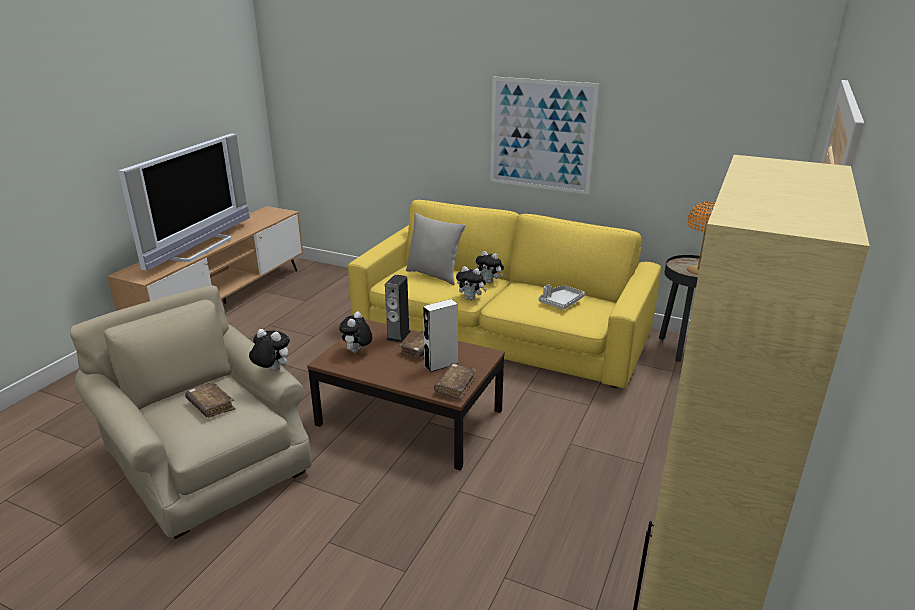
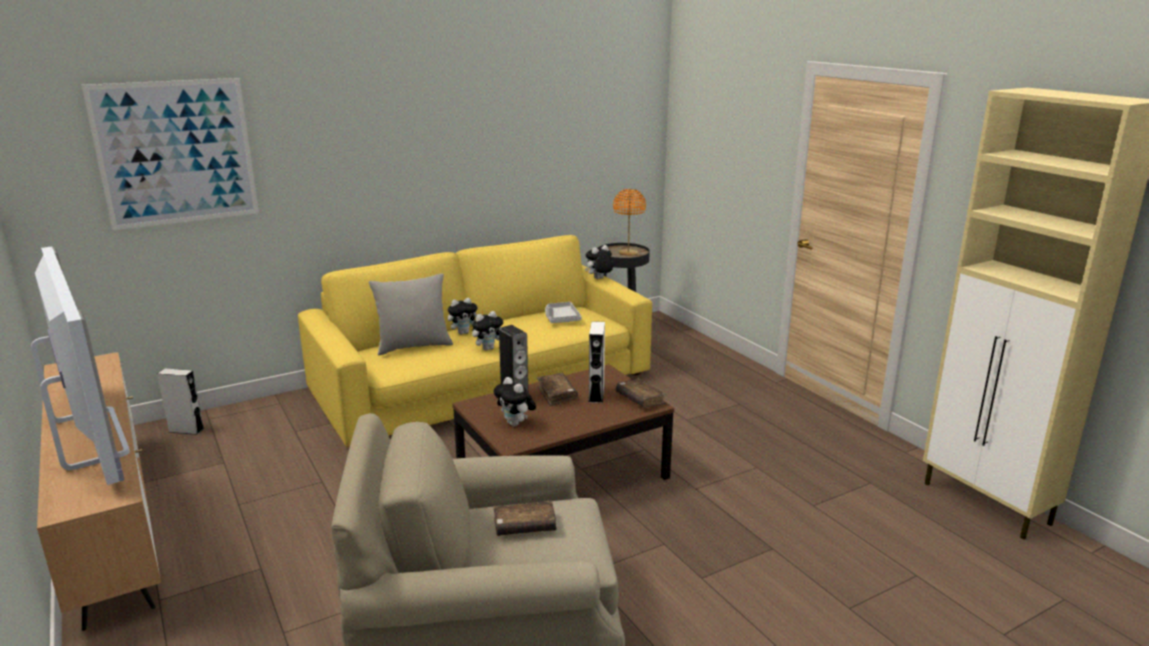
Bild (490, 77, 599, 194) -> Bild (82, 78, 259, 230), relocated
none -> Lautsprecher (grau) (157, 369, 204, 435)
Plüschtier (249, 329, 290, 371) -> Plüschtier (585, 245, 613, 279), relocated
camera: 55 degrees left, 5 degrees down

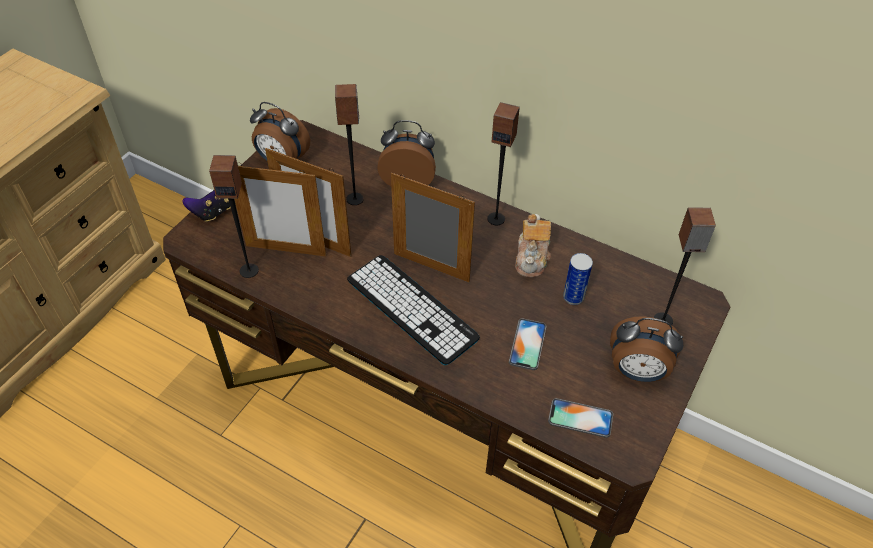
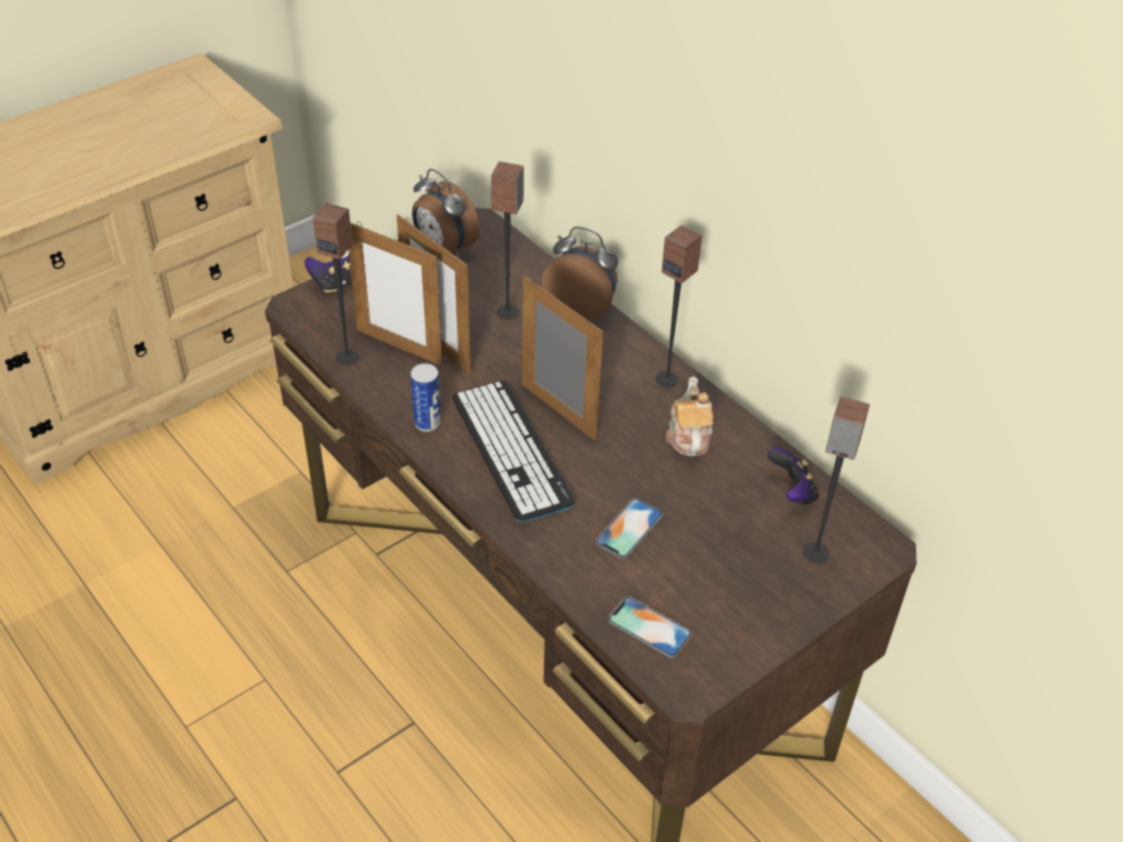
Dose (563, 253, 593, 305) -> Dose (411, 363, 441, 432), relocated
Teekanne (515, 214, 551, 278) -> Teekanne (666, 376, 713, 456), 150 degrees clockwise
none -> Gamepad (767, 447, 819, 505)
Wecker (610, 316, 683, 382) -> none
camera: 20 degrees right, 5 degrees down

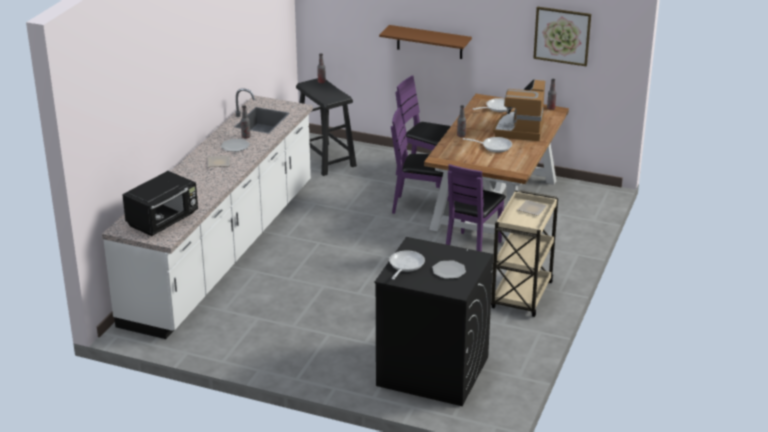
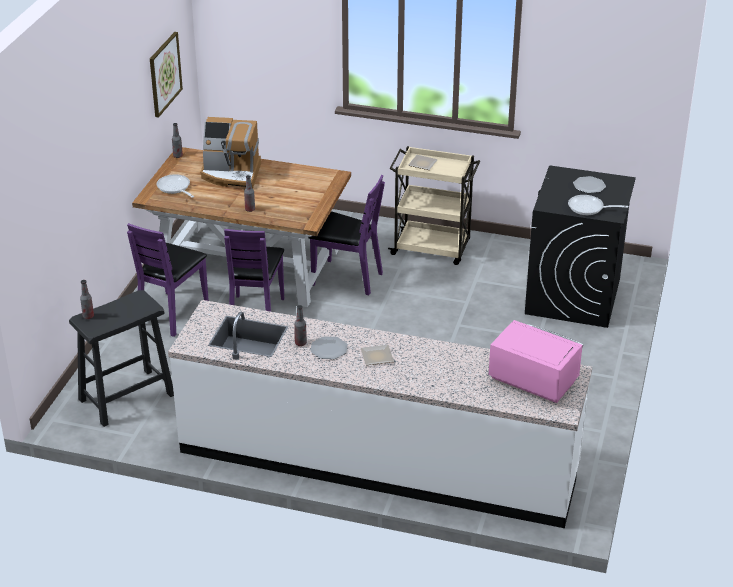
Mikrowelle (schwarz) (122, 171, 198, 236) -> Mikrowelle (rosa) (489, 320, 583, 403)
Wandregal (braun) (379, 25, 472, 59) -> none
Pfanne (463, 137, 512, 152) -> none
camera: 95 degrees left, 5 degrees up

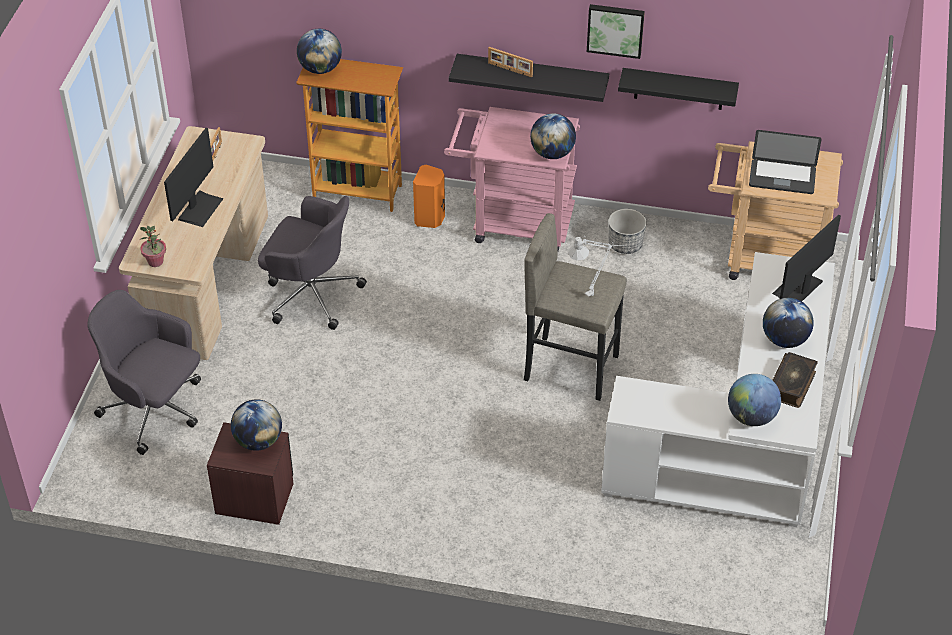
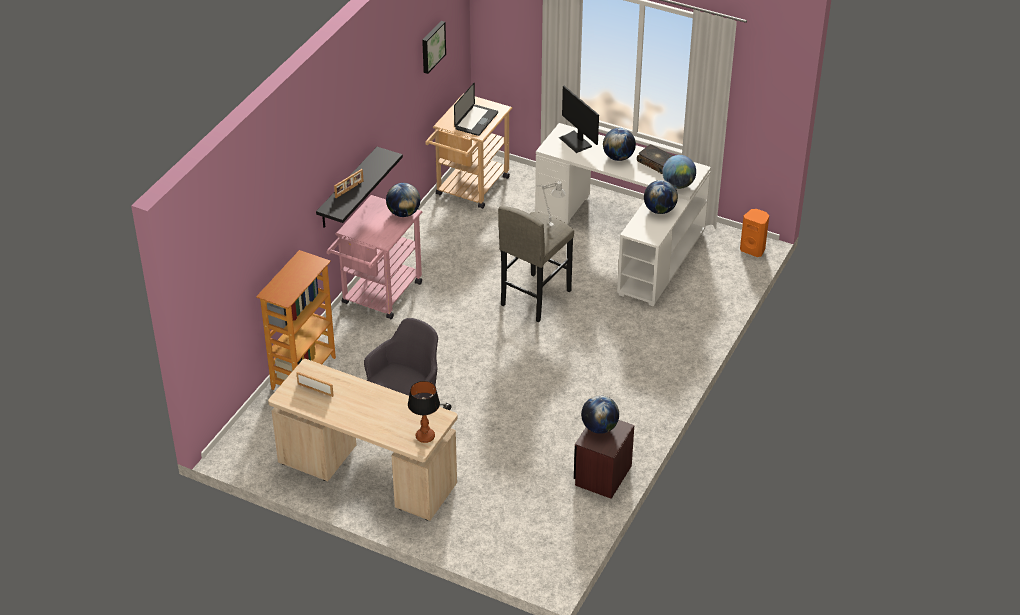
Topfpflanze (139, 226, 166, 267) -> Tischlampe (408, 381, 440, 443)
Bild (587, 4, 645, 59) -> Bild (422, 21, 446, 74), relocated
Globus (297, 29, 342, 74) -> Globus (644, 180, 678, 214), relocated
Lautsprecher (orange) (413, 165, 445, 228) -> Lautsprecher (orange) (740, 209, 769, 257), relocated
Bürostuhl (grau) (87, 290, 201, 455) -> none
Monitor (164, 128, 224, 227) -> none
Pflanzkübel (608, 209, 647, 254) -> none
Wandregal (schwarz) (618, 68, 739, 110) -> none
camera: 75 degrees left, 5 degrees down

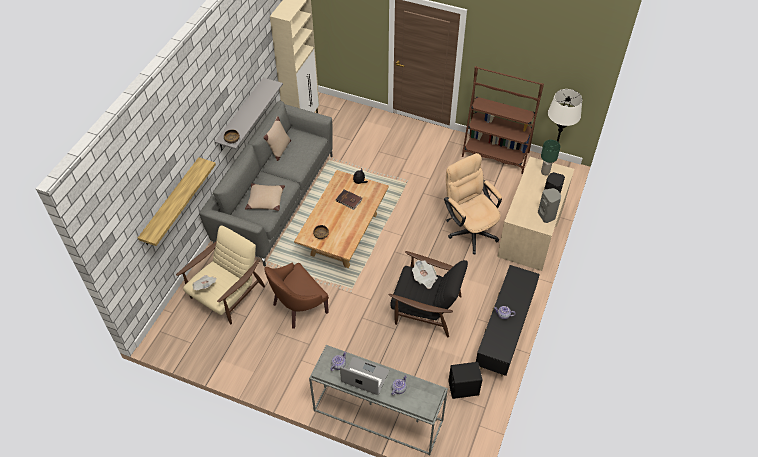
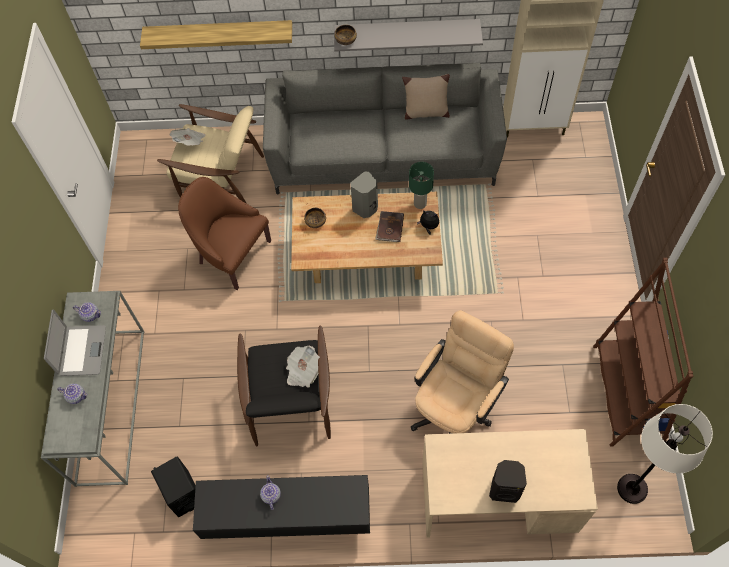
Lautsprecher (grau) (538, 188, 561, 223) -> Lautsprecher (grau) (350, 171, 378, 218), relocated
Tischlampe (grün) (541, 140, 560, 175) -> Tischlampe (grün) (409, 162, 434, 209), relocated
Kissen (beige) (245, 183, 285, 211) -> none
camera: 70 degrees right, 10 degrees up

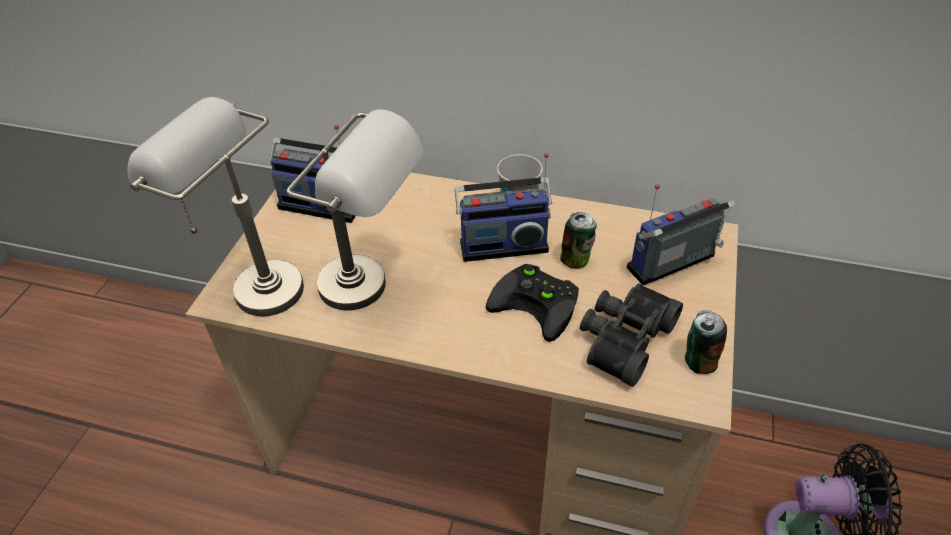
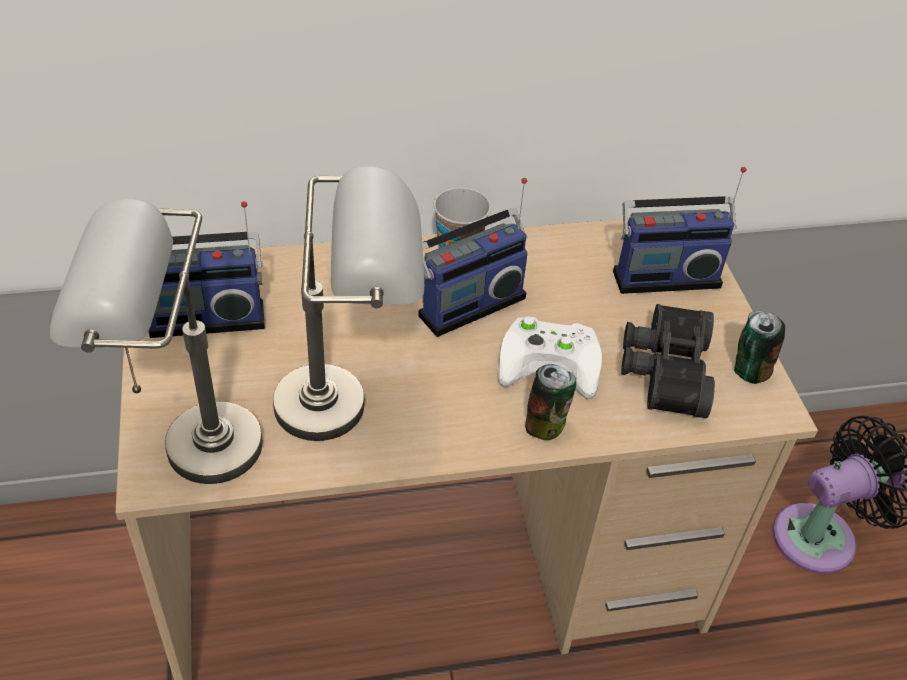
Gamepad (schwarz) (486, 264, 579, 342) -> Gamepad (weiß) (497, 316, 602, 399)
Dose (560, 212, 597, 269) -> Dose (525, 364, 576, 440), relocated
Radio (627, 184, 735, 285) -> Radio (613, 167, 747, 294), 135 degrees counterclockwise
camera: 30 degrees left, 0 degrees up

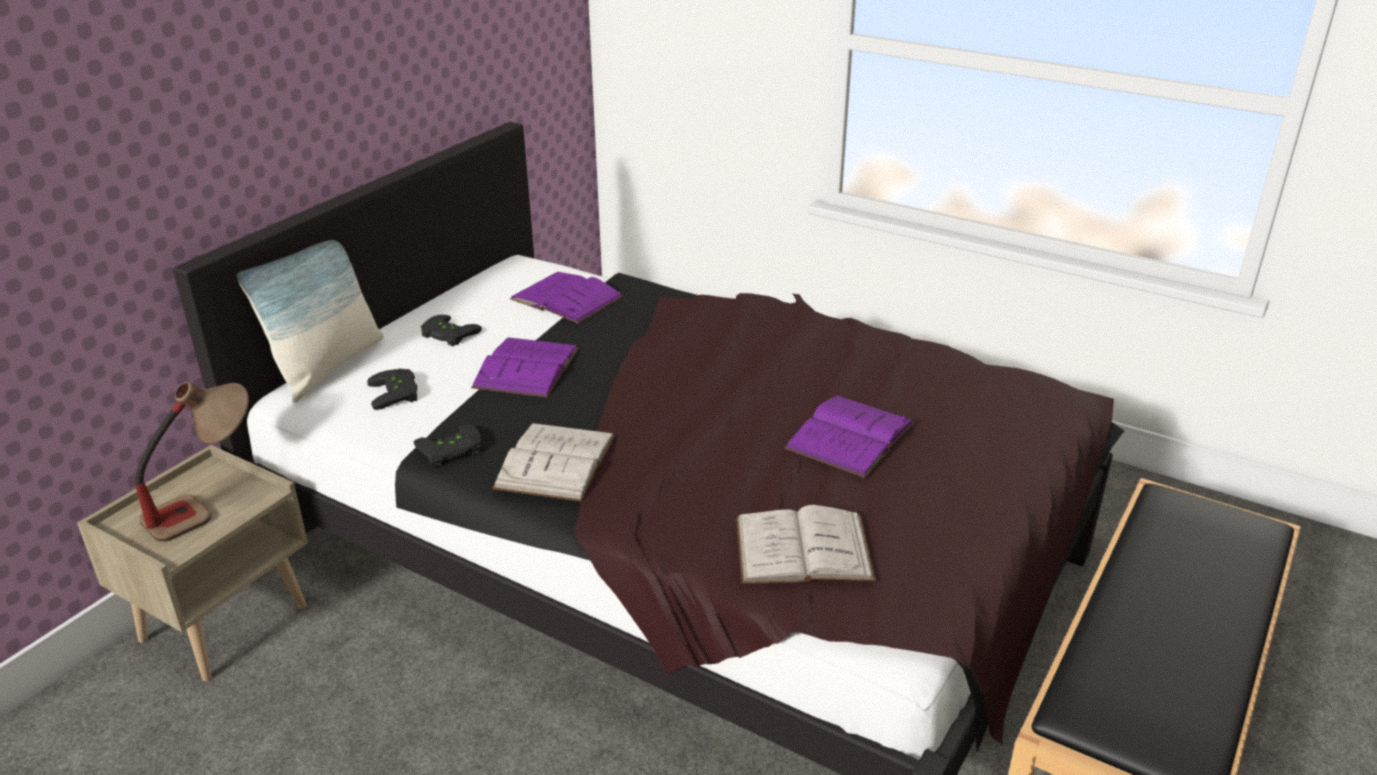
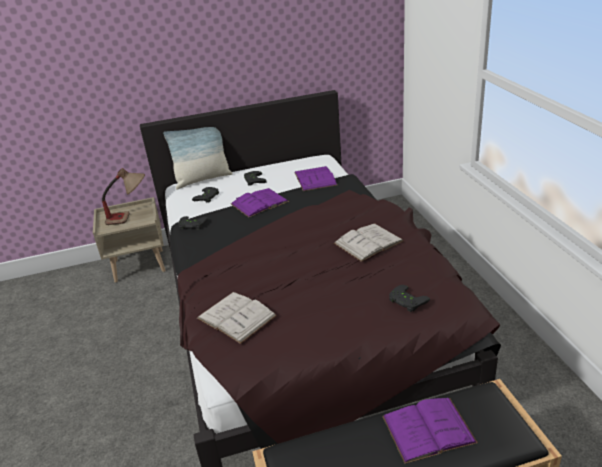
Buch (weiß) (492, 423, 615, 502) -> Buch (weiß) (334, 224, 404, 262), relocated
Buch (lila) (785, 396, 915, 478) -> Buch (lila) (382, 398, 478, 464), relocated
none -> Gamepad (schwarz) (389, 285, 430, 312)
camera: 45 degrees right, 0 degrees up

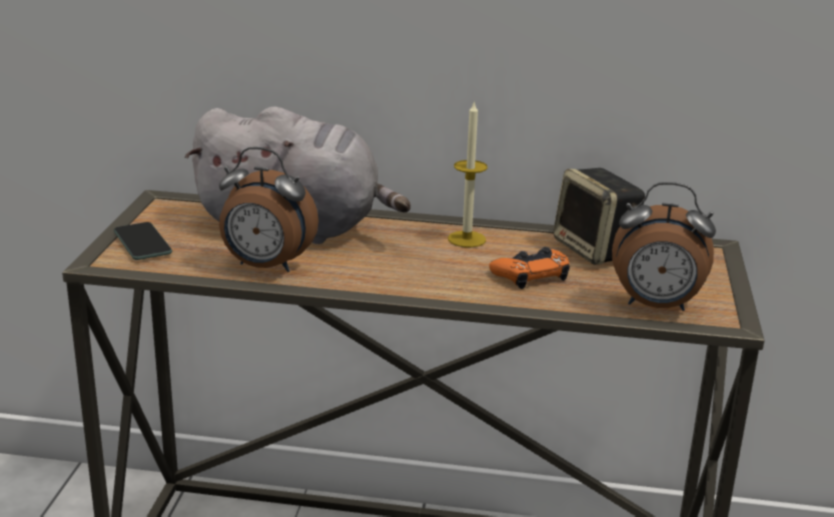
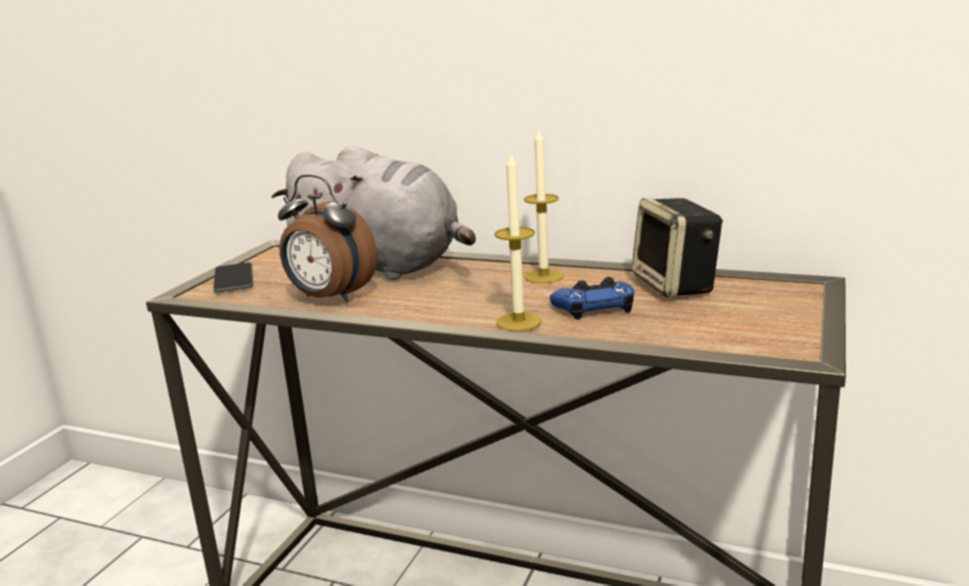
none -> Kerze (495, 152, 542, 331)
Gamepad (orange) (489, 247, 570, 289) -> Gamepad (blau) (550, 277, 634, 320)
Wecker (612, 182, 716, 311) -> none
camera: 15 degrees right, 5 degrees down

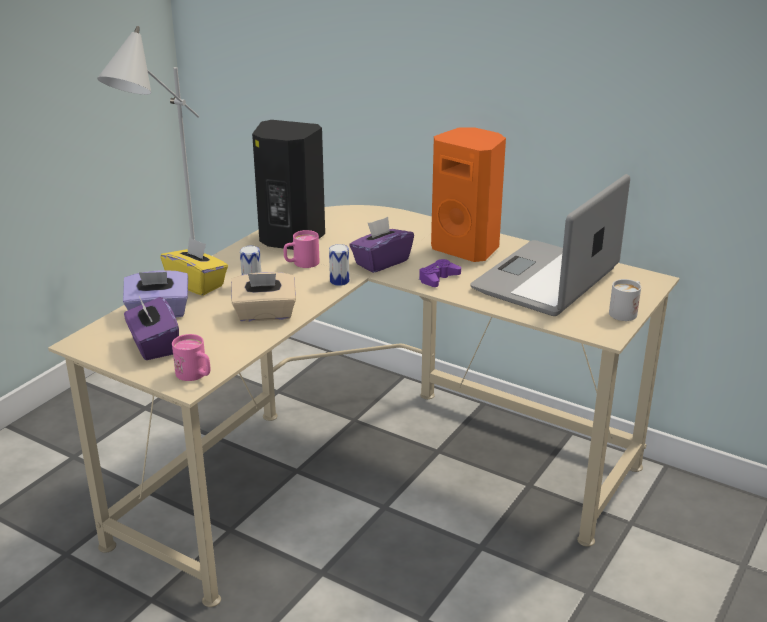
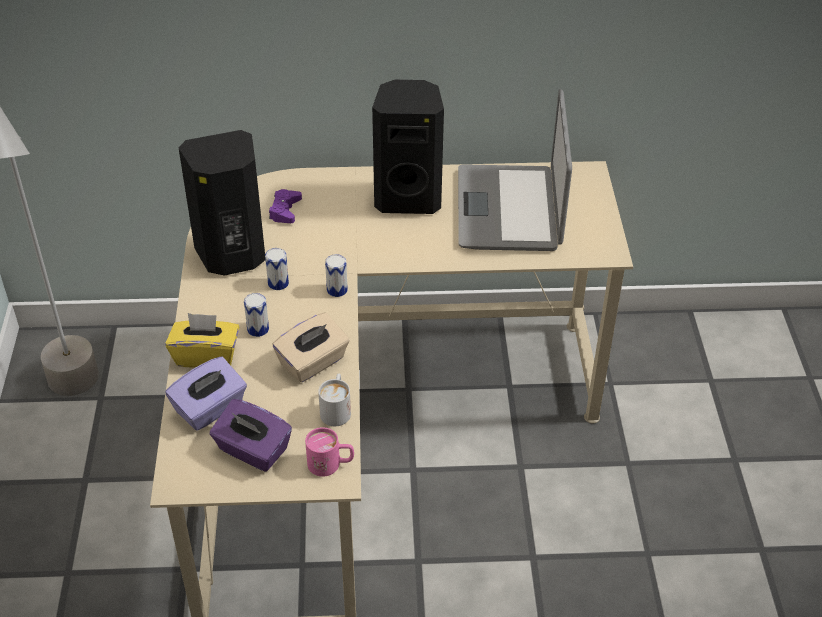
Henkelbecher (rosa) (284, 230, 319, 268) -> Dose (265, 248, 289, 290)
Gamepad (lila) (419, 259, 461, 287) -> Gamepad (lila) (269, 189, 302, 223), relocated
Henkelbecher (weiß) (609, 279, 641, 321) -> Henkelbecher (weiß) (318, 374, 351, 426), relocated
Lautsprecher (orange) (431, 127, 506, 262) -> Lautsprecher (schwarz) (372, 80, 444, 214)
Taschentuchbox (lila) (349, 217, 414, 273) -> none
camera: 35 degrees left, 15 degrees up

